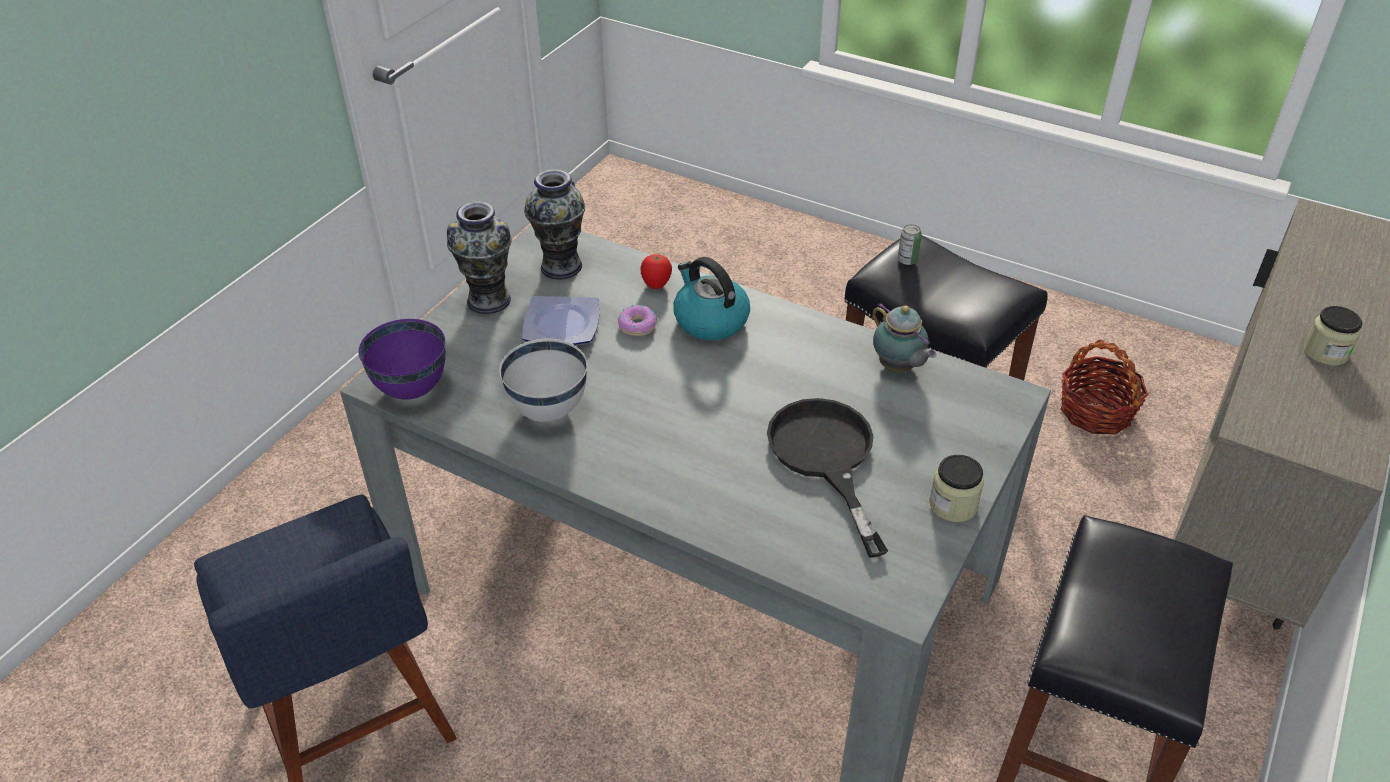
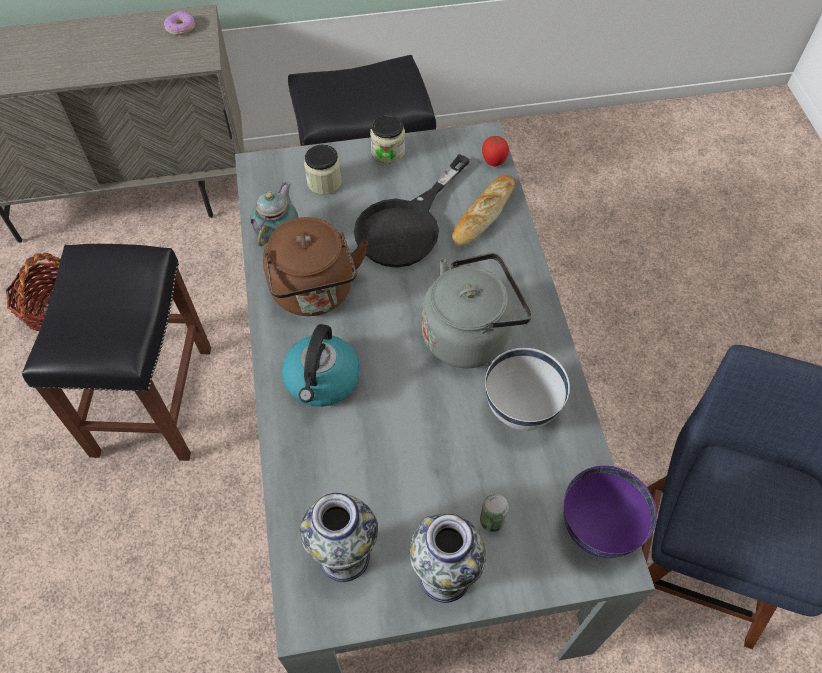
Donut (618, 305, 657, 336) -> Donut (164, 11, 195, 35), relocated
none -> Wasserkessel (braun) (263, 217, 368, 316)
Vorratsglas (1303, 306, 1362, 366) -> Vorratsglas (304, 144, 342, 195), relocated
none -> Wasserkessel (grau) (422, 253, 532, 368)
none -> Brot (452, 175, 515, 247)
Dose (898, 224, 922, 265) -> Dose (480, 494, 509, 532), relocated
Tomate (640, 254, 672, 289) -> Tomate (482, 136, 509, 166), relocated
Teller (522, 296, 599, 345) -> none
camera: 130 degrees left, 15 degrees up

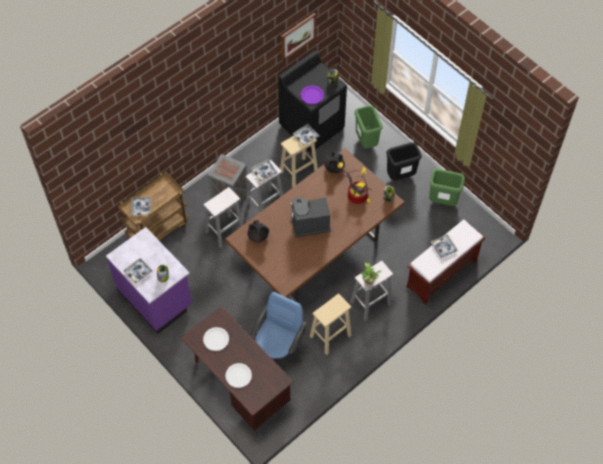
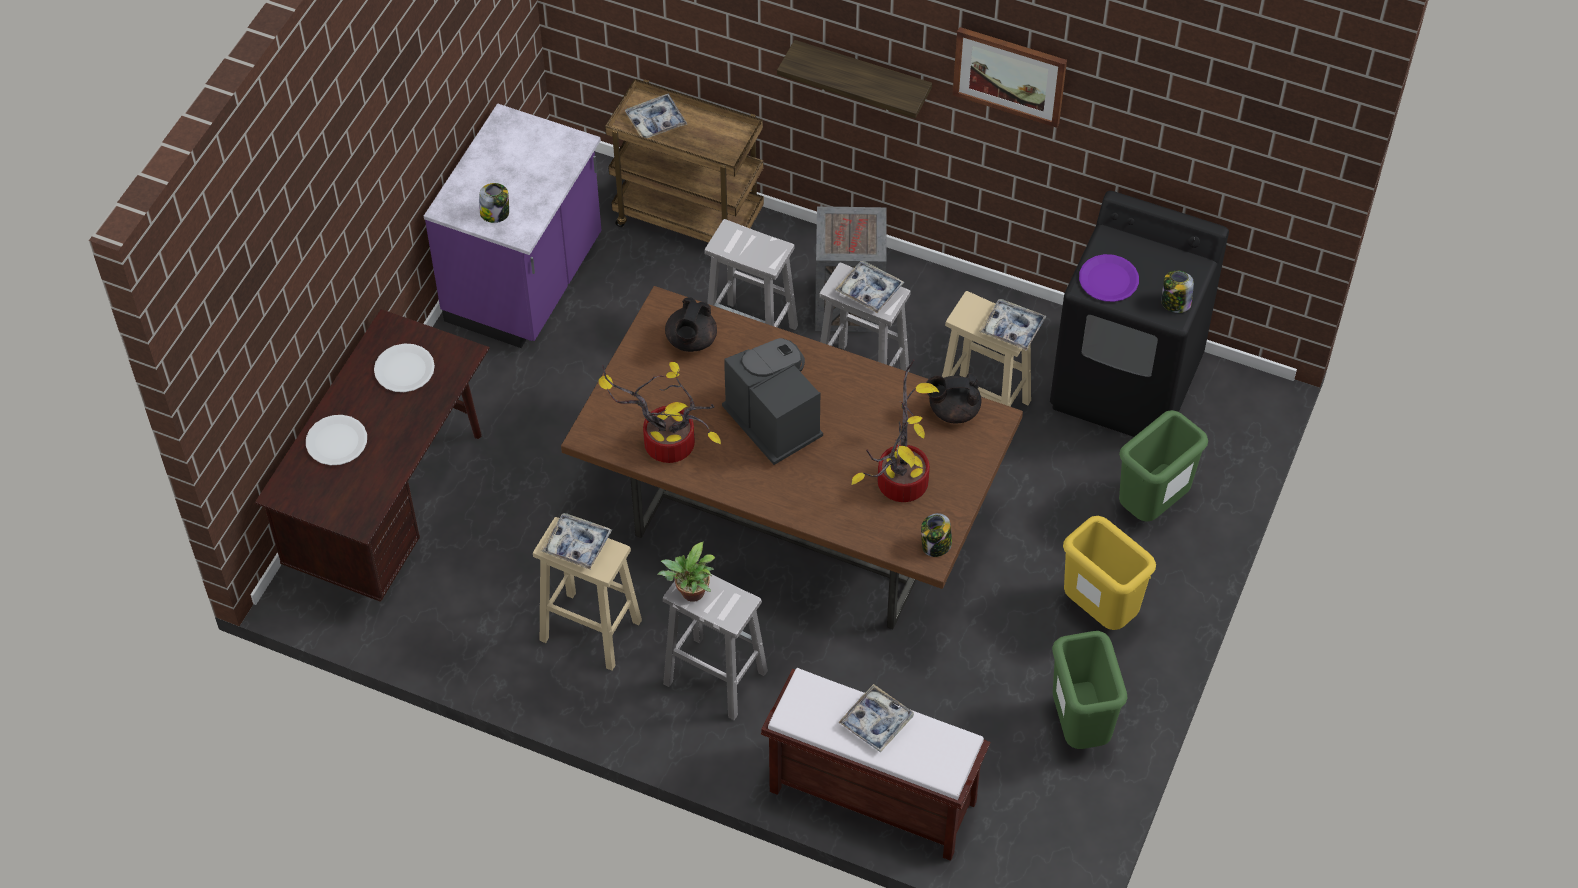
Tablett (124, 258, 153, 284) -> Tablett (541, 513, 612, 570), relocated
none -> Topfpflanze (599, 362, 721, 463)
none -> Wandregal (777, 40, 932, 119)
Bild (281, 13, 316, 60) -> Bild (953, 27, 1067, 128), relocated
Mülleimer (schwarz) (386, 142, 422, 181) -> Mülleimer (gelb) (1063, 516, 1156, 630)
Bürostuhl (blau) (251, 292, 306, 362) -> none
camera: 65 degrees right, 5 degrees down

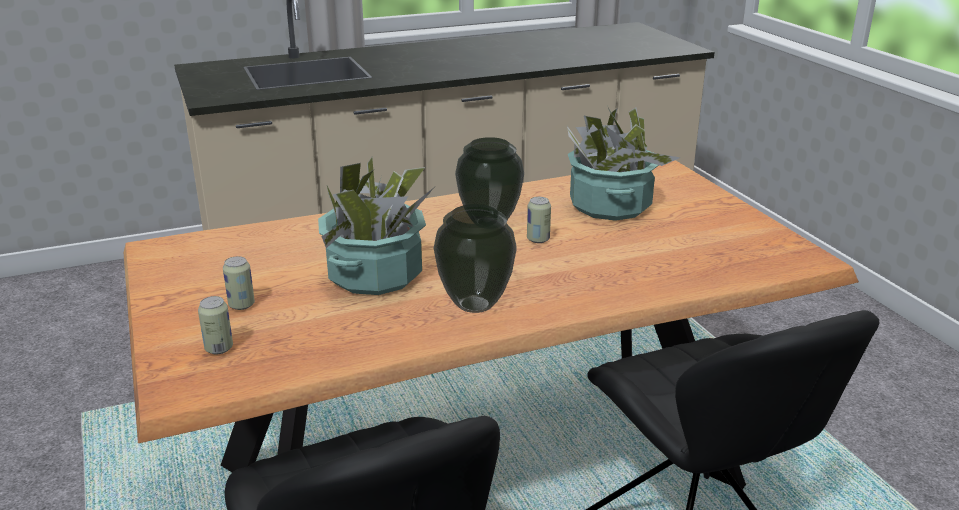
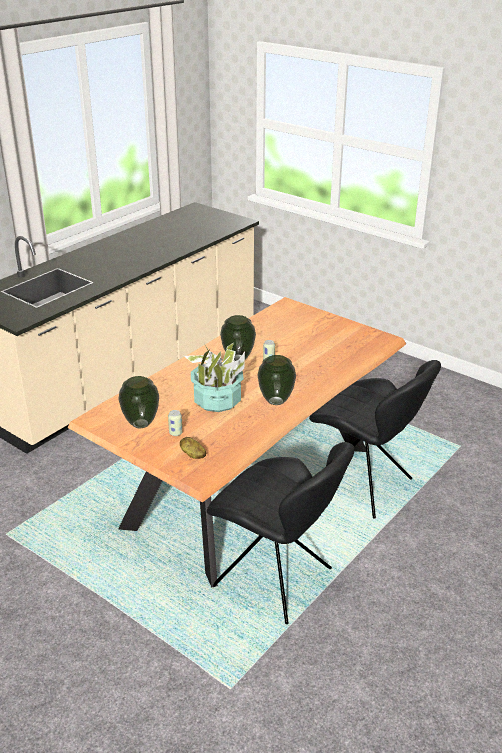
none -> Vase (119, 376, 159, 428)
Dose (198, 296, 233, 355) -> Kartoffel (180, 437, 206, 459)
Topfpflanze (567, 106, 680, 221) -> none
camera: 30 degrees left, 5 degrees up

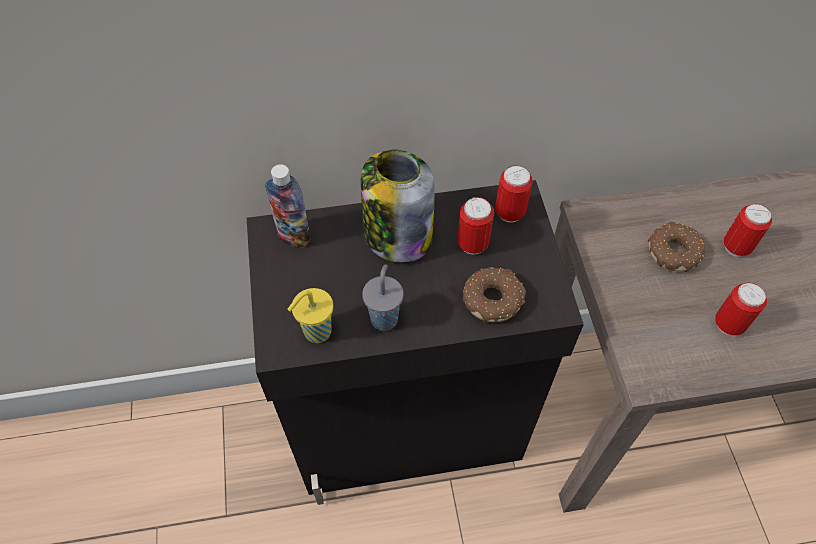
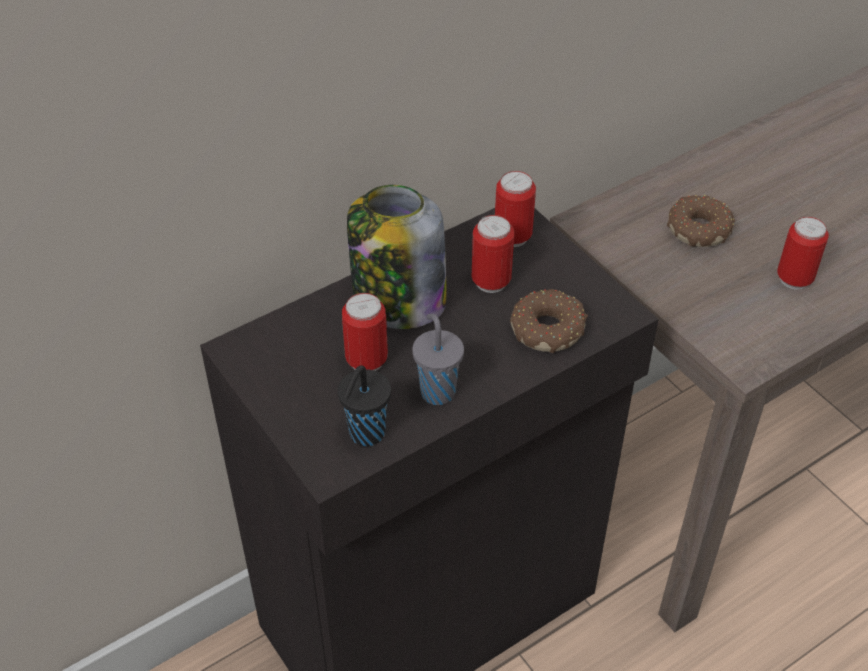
Tasse (gelb) (288, 288, 333, 343) -> Tasse (schwarz) (338, 365, 391, 446)
Dose (724, 203, 772, 257) -> Dose (342, 293, 388, 371), relocated
Flasche (265, 164, 311, 247) -> none
camera: 25 degrees left, 10 degrees down

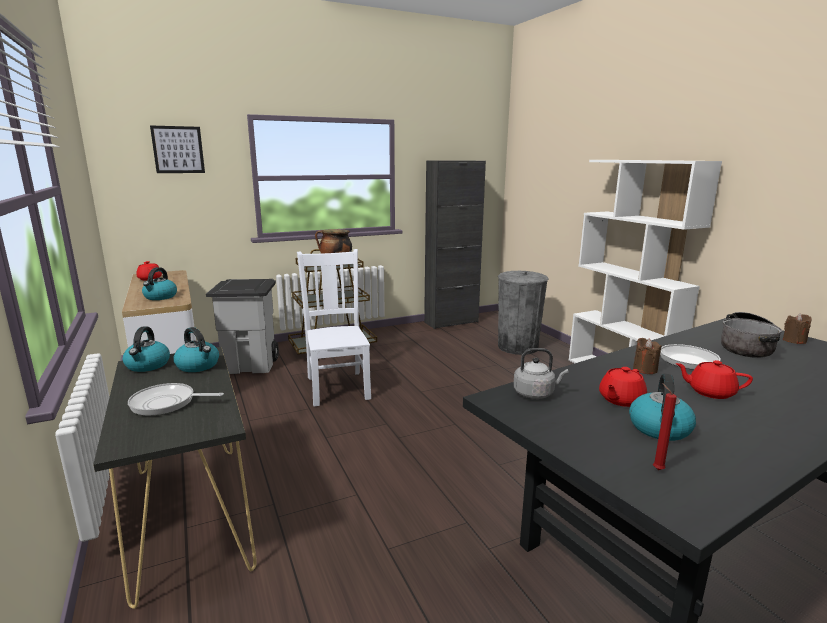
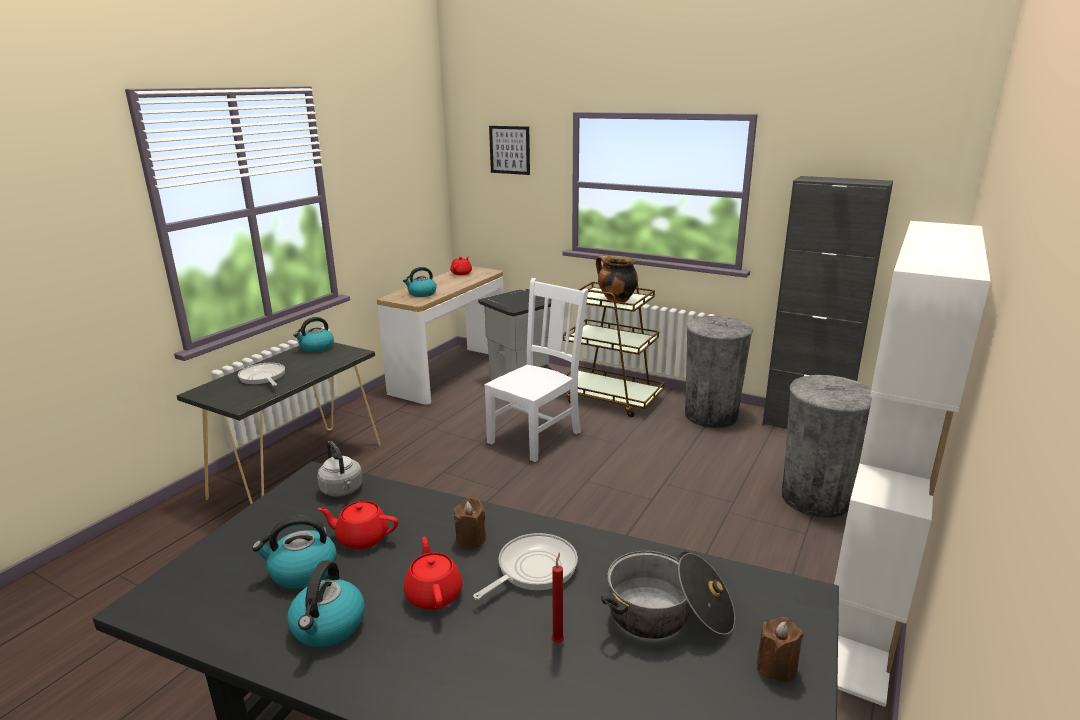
Wasserkessel (174, 327, 219, 372) -> Wasserkessel (287, 560, 365, 647), relocated
Kerze (rot) (653, 383, 677, 470) -> Kerze (rot) (552, 553, 564, 643), relocated
none -> Mülleimer (grau) (685, 316, 753, 428)
camera: 55 degrees right, 5 degrees up

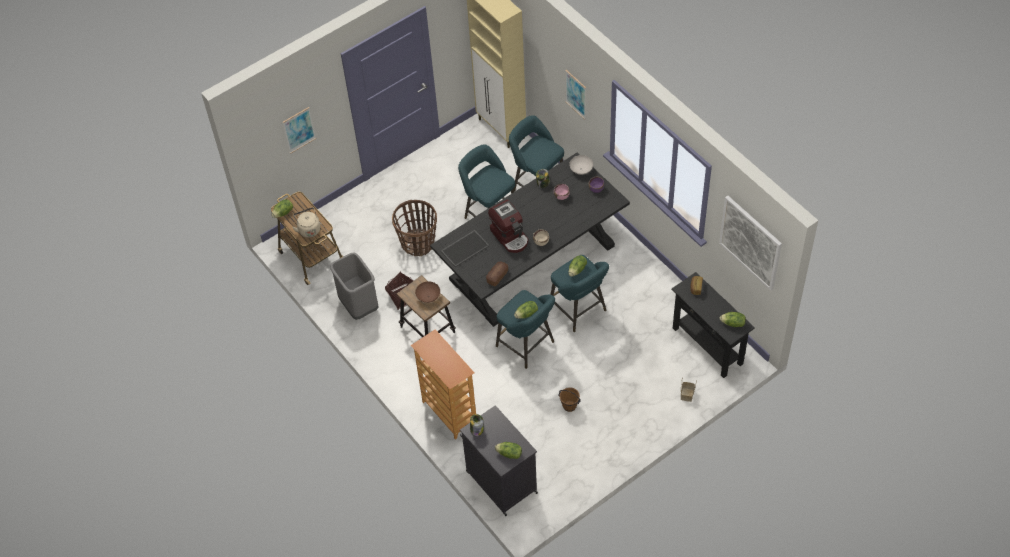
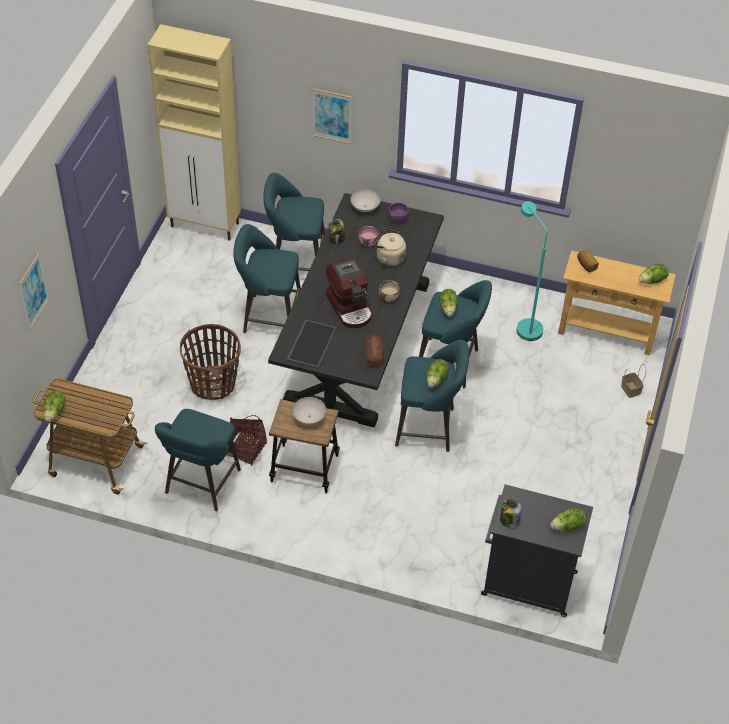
Mülleimer (grau) (330, 252, 379, 320) -> Hocker (türkis) (155, 409, 241, 511)
Schüssel (braun) (415, 281, 440, 303) -> Schüssel (weiß) (292, 397, 326, 425)
Kaffeemaschine (488, 199, 528, 253) -> Kaffeemaschine (326, 257, 373, 328), 45 degrees clockwise
Wasserkessel (beige) (292, 207, 320, 238) -> Wasserkessel (beige) (372, 228, 406, 266), relocated
none -> Stehlampe (türkis) (517, 201, 547, 341)
Konsolentisch (schwarz) (671, 272, 755, 378) -> Konsolentisch (beige) (558, 251, 676, 355)
Bücherregal (411, 329, 476, 440) -> none
Eimer (braun) (558, 387, 581, 412) -> none
Bild (719, 196, 782, 290) -> none
camera: 40 degrees left, 5 degrees down

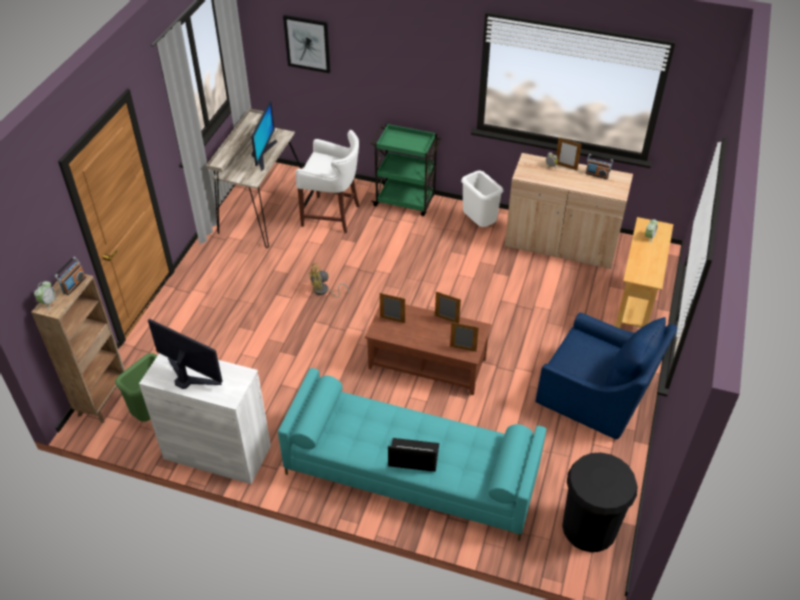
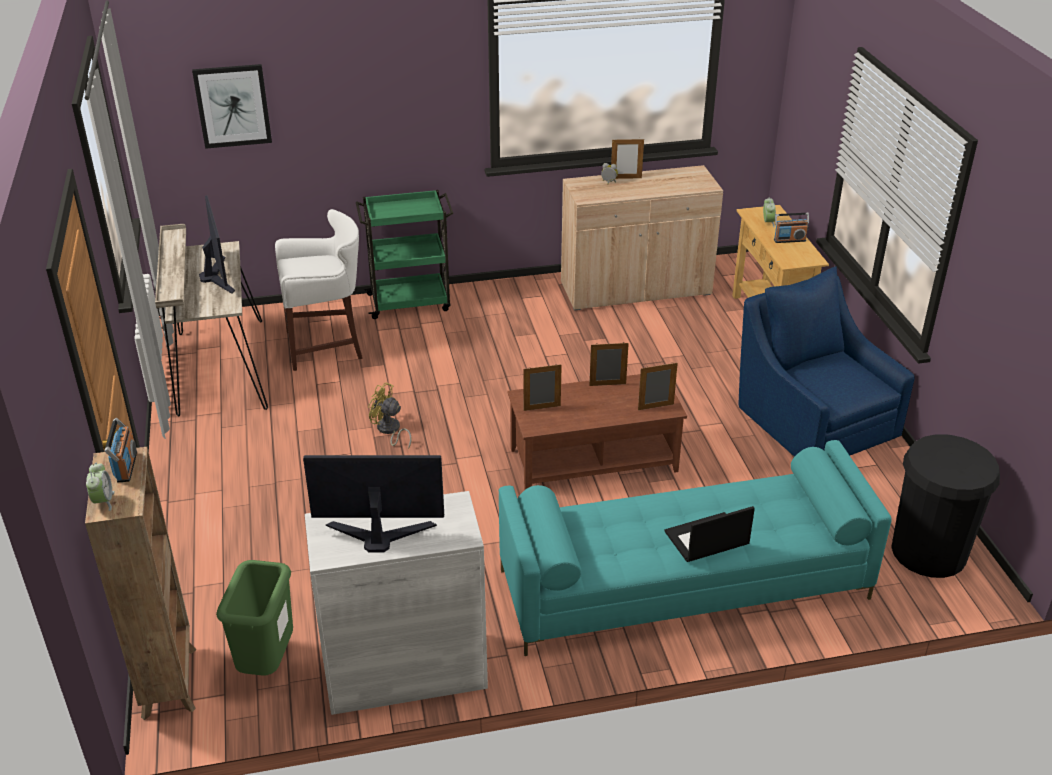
Ventilator (gelb) (309, 263, 349, 298) -> Ventilator (gelb) (368, 382, 412, 449), 75 degrees clockwise
Sessel (blau) (536, 313, 677, 439) -> Sessel (blau) (739, 266, 915, 457), 120 degrees counterclockwise
Radio (585, 154, 613, 179) -> Radio (774, 213, 809, 243), relocated
Mülleimer (weiß) (461, 171, 503, 227) -> none
camera: 30 degrees left, 10 degrees down

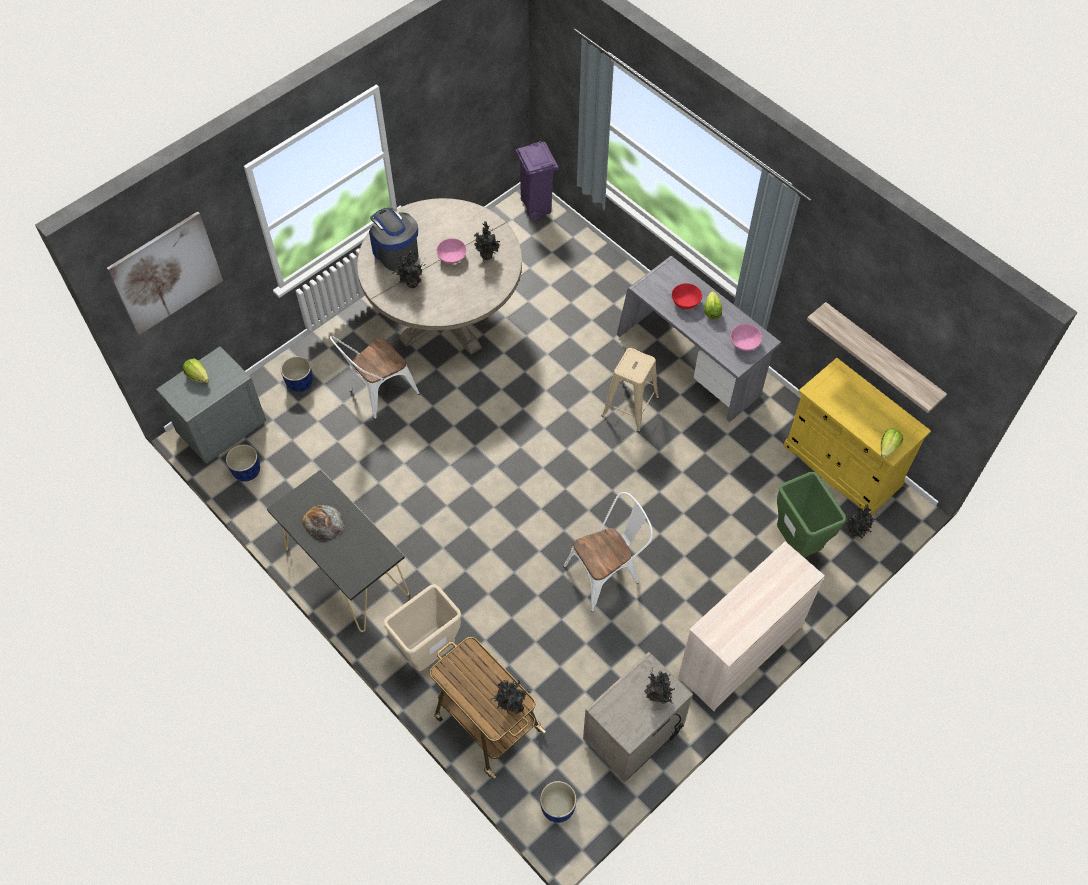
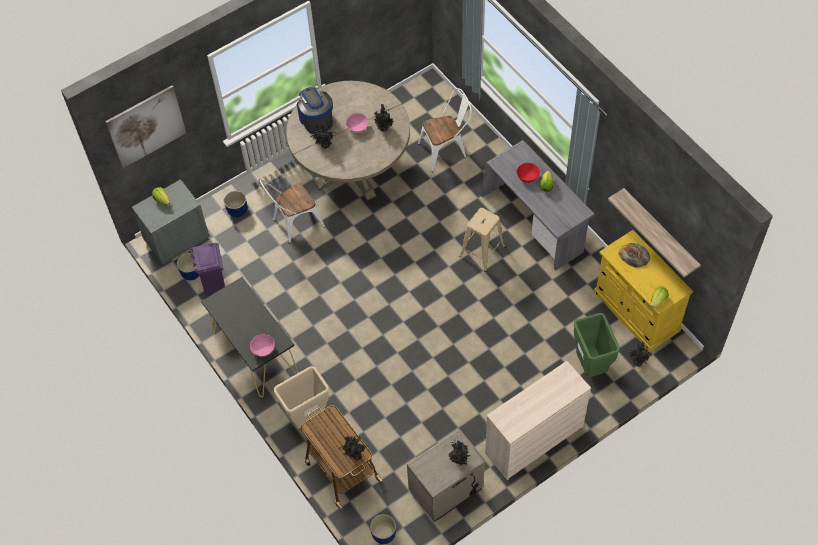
Mülleimer (lila) (515, 141, 559, 220) -> Mülleimer (lila) (190, 243, 225, 297), relocated
Schüssel (rosa) (730, 324, 762, 351) -> Schüssel (rosa) (250, 334, 275, 356), relocated
Stuhl (weiß) (563, 492, 653, 612) -> Stuhl (weiß) (418, 88, 472, 172), relocated
Brot (302, 505, 346, 540) -> Brot (619, 243, 650, 267), relocated
camera: 10 degrees right, 0 degrees up

